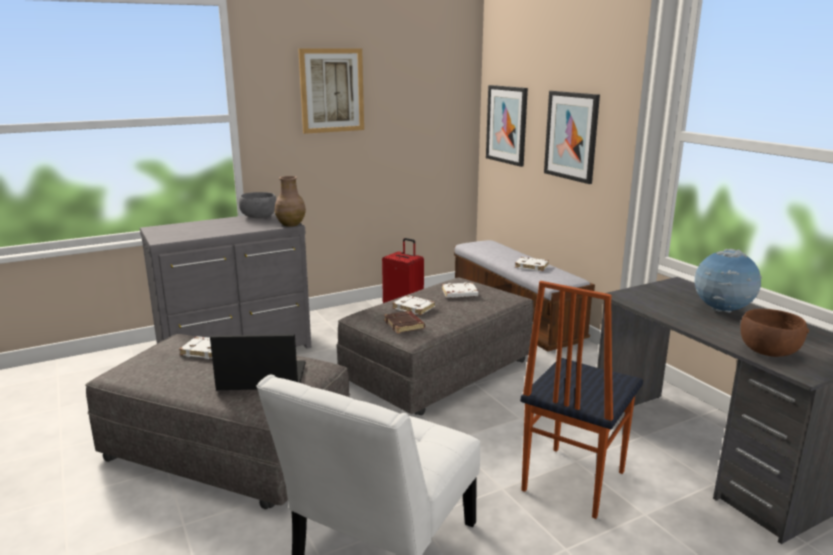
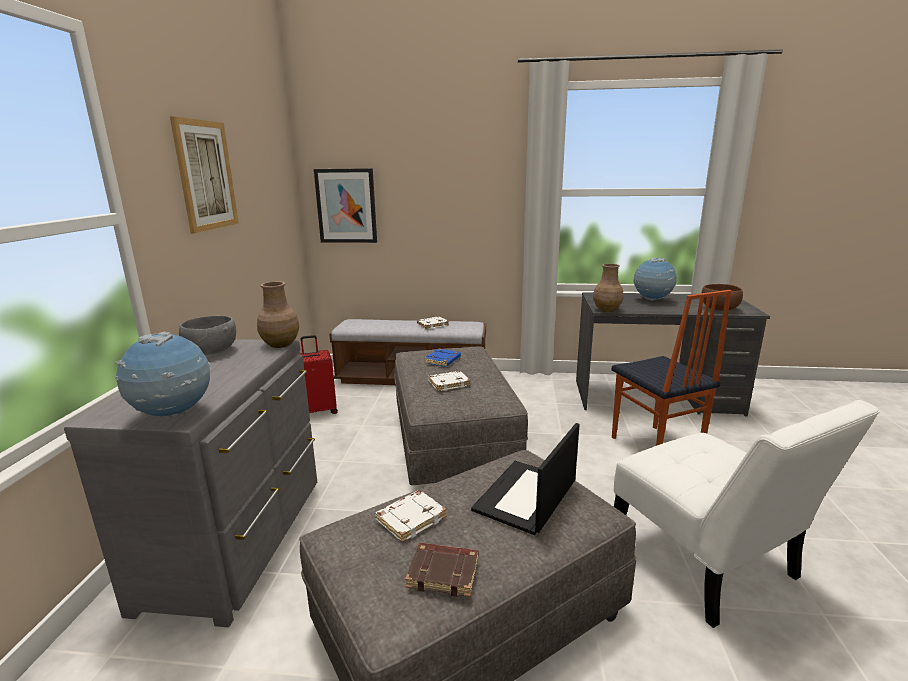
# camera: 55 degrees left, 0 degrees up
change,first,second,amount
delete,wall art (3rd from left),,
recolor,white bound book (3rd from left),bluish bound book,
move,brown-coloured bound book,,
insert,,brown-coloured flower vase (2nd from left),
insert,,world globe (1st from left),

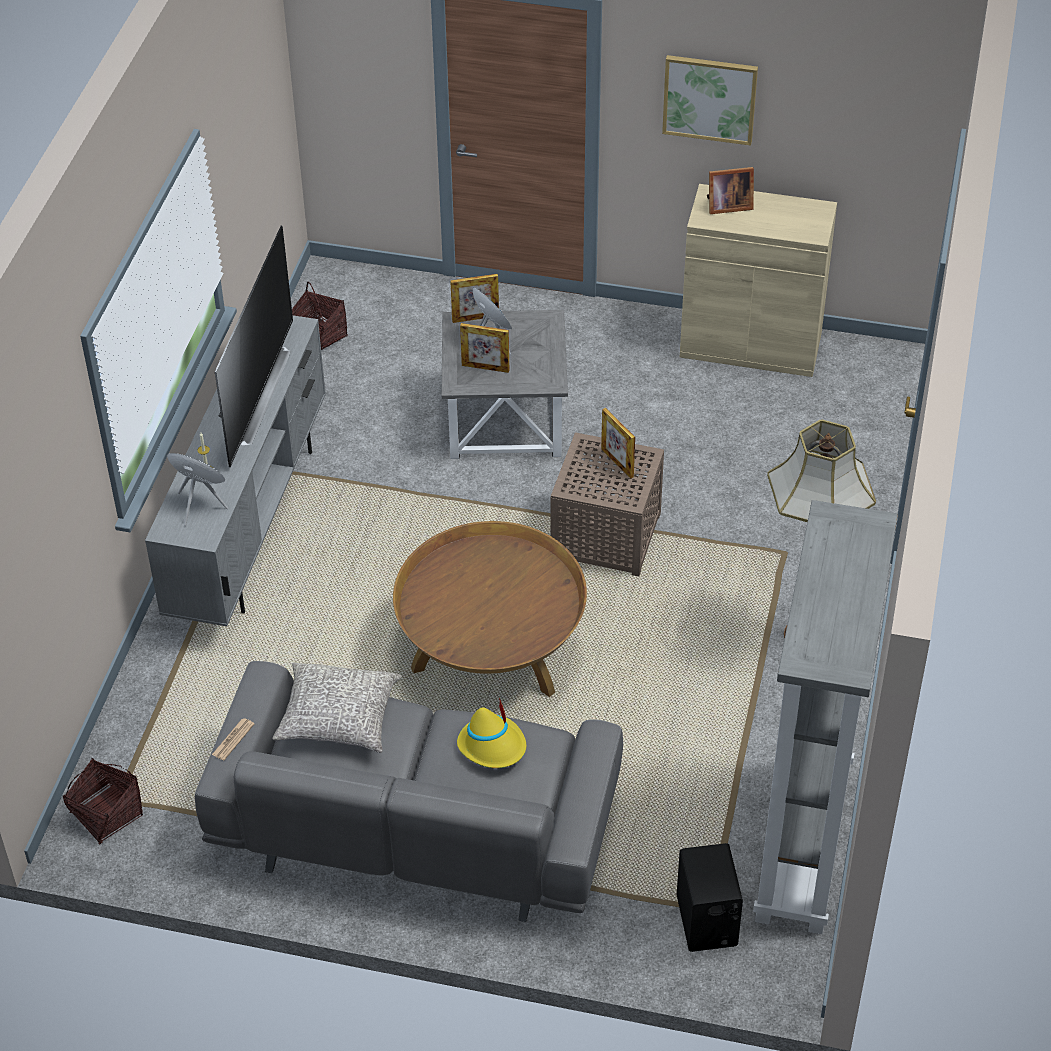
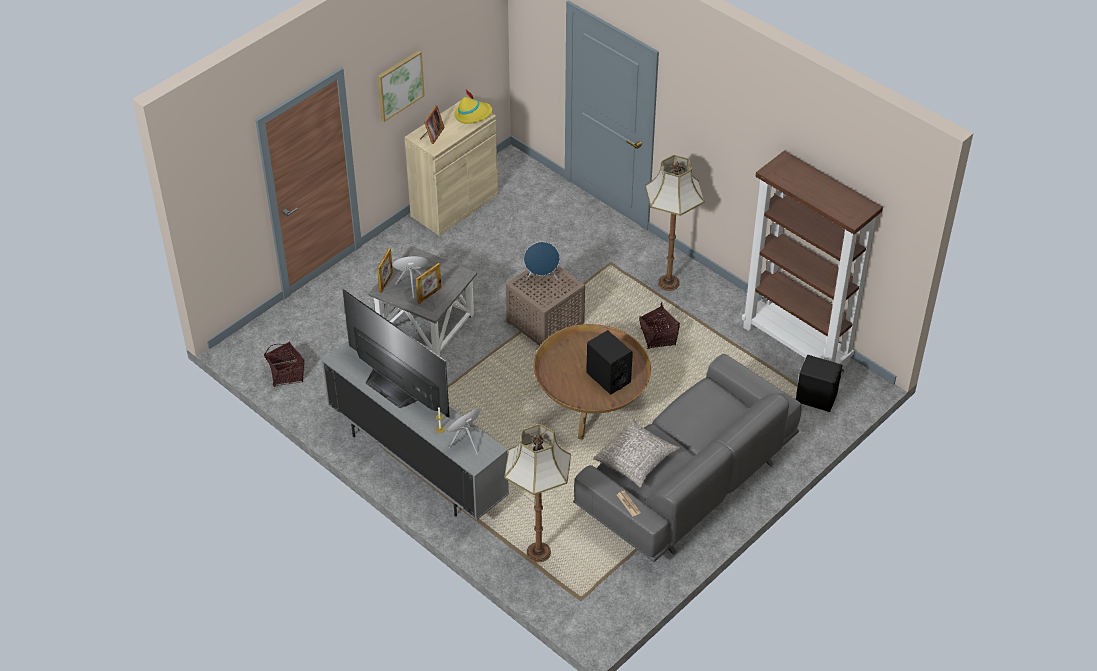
# camera: 60 degrees left, 0 degrees up
change,first,second,amount
replace,picture frame (3rd from left),bluish audio speaker (2nd from left),
recolor,grey bookcase,brown-coloured bookcase,
move,yellowish wearable hat,,
move,household basket (1st from left in the first image),household basket (2nd from left),
insert,,blackish audio speaker (2nd from left),
insert,,floor lamp (1st from left),

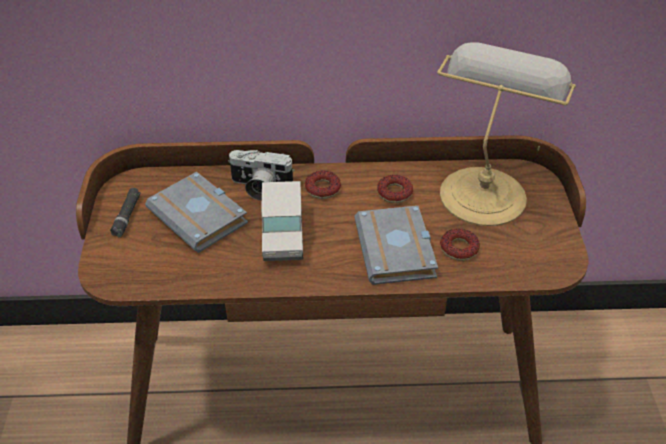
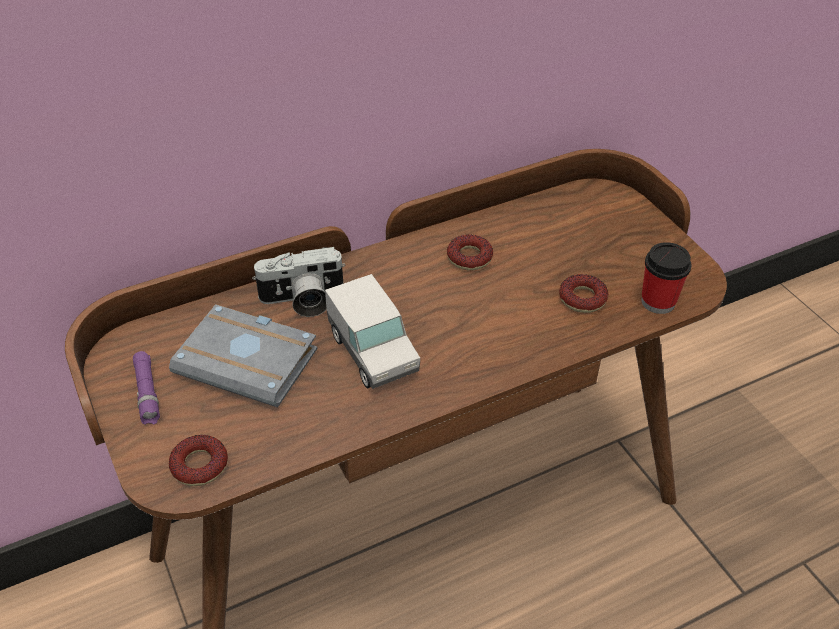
# camera: 25 degrees left, 0 degrees up
change,first,second,amount
delete,table lamp,,
move,donut (1st from left),,
recolor,blackish hand torch,purple hand torch,
delete,grey bound book (2nd from left),,
insert,,small cup,

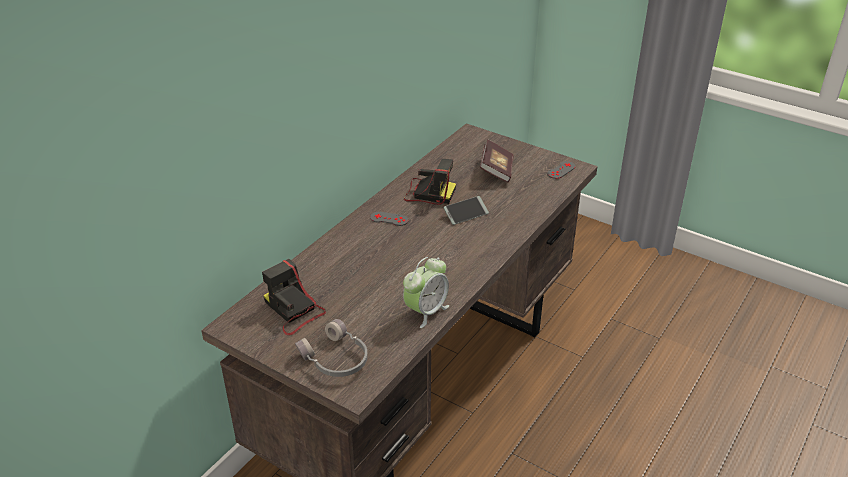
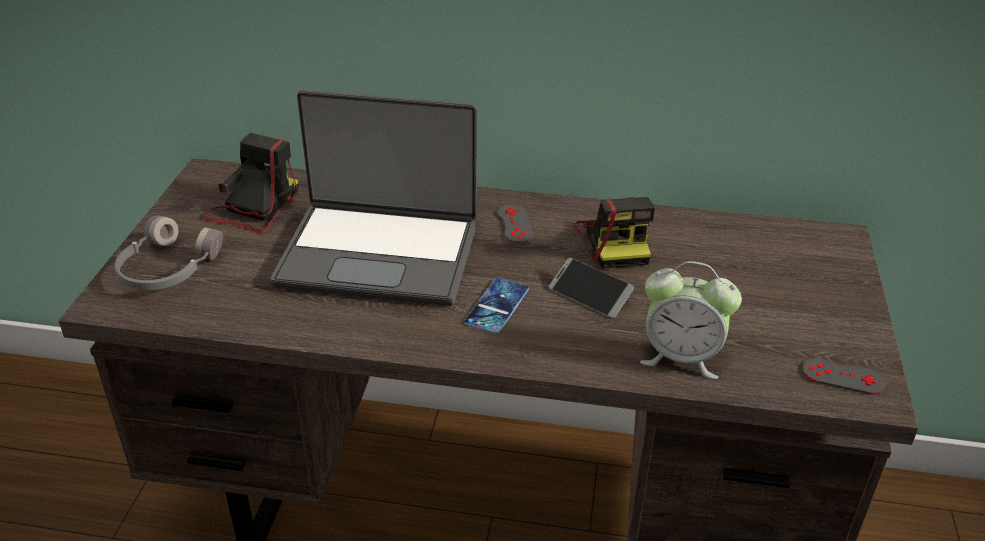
# camera: 65 degrees right, 0 degrees up
change,first,second,amount
delete,bound book,,
move,bedside clock,,
insert,,portable computer,
insert,,phone (1st from left),

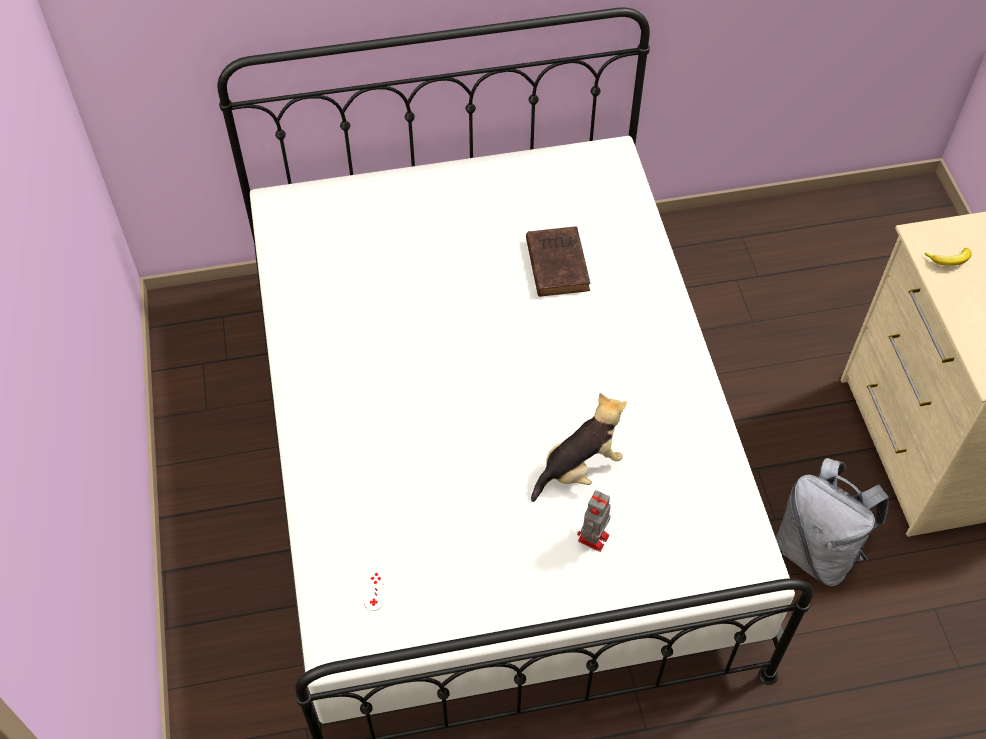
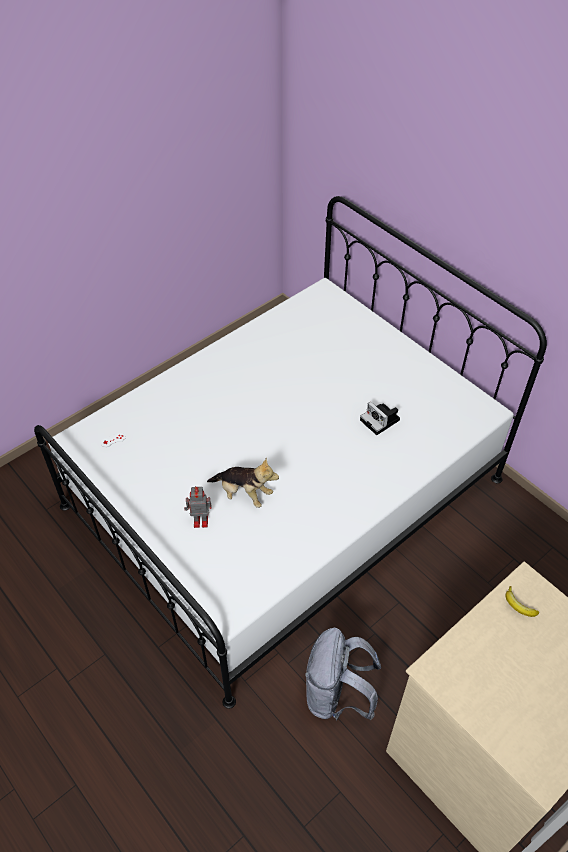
# camera: 60 degrees right, 5 degrees down
change,first,second,amount
replace,brown-coloured bound book,photo camera,

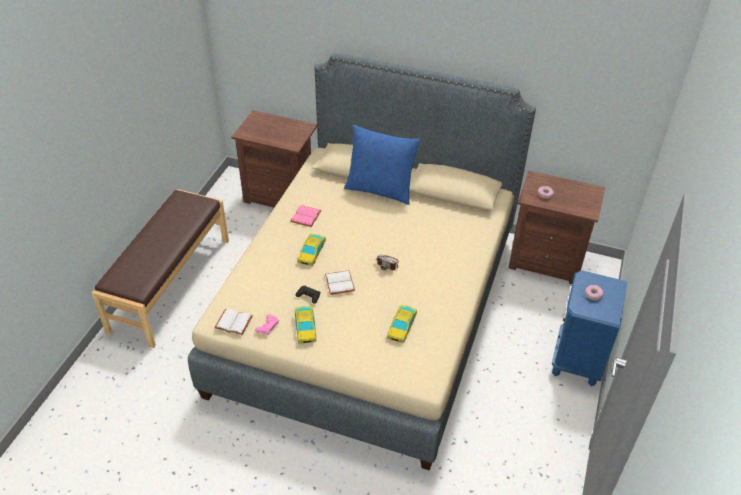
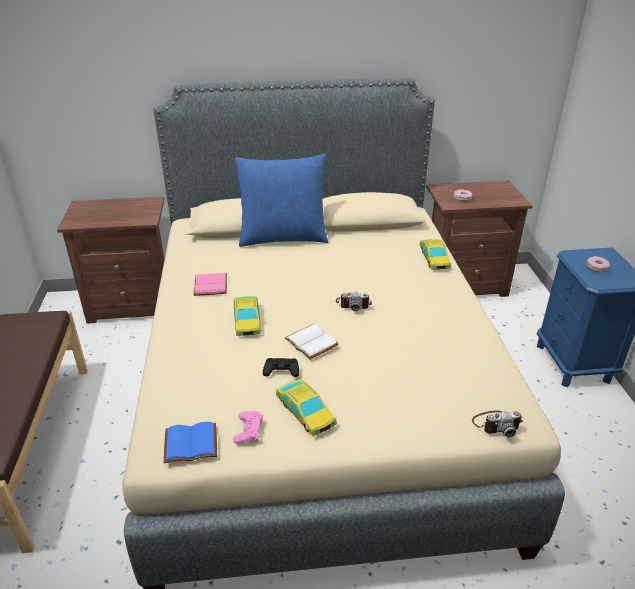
# camera: 25 degrees left, 10 degrees down
change,first,second,amount
move,miniature car (3rd from left),,
recolor,white bound book (1st from left),bluish bound book,
insert,,photo camera (2nd from left),

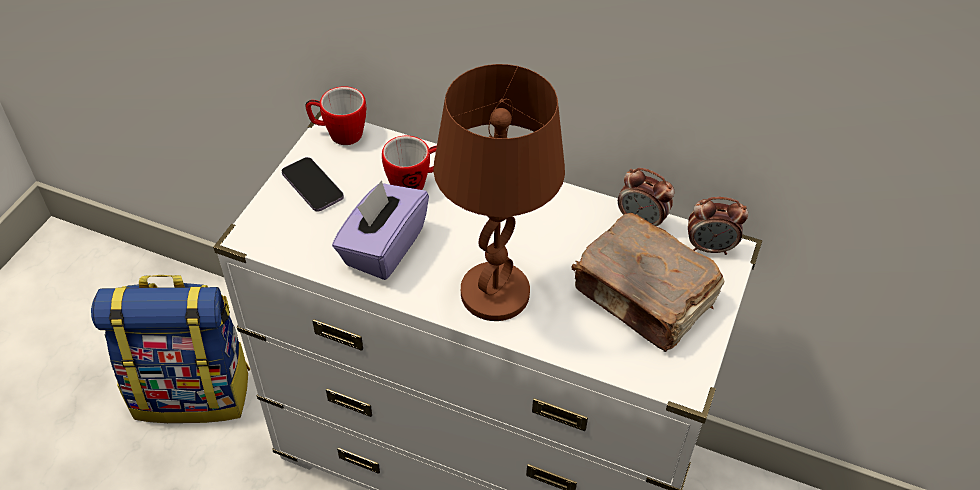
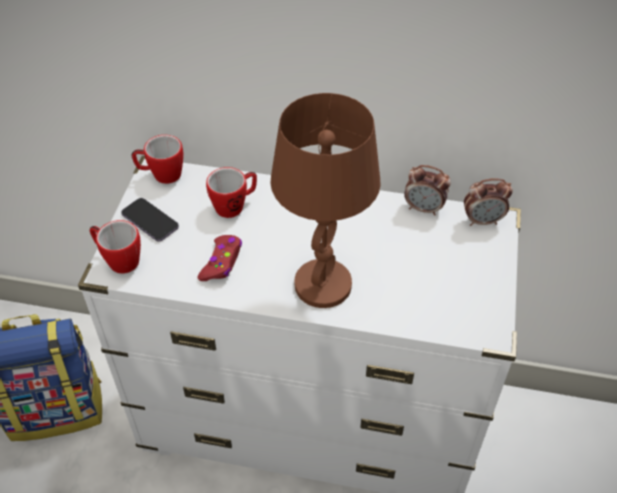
# camera: 10 degrees left, 0 degrees up
change,first,second,amount
replace,purple tissue holder,reddish joypad,
delete,brown-coloured bound book,,
insert,,mug (1st from left),

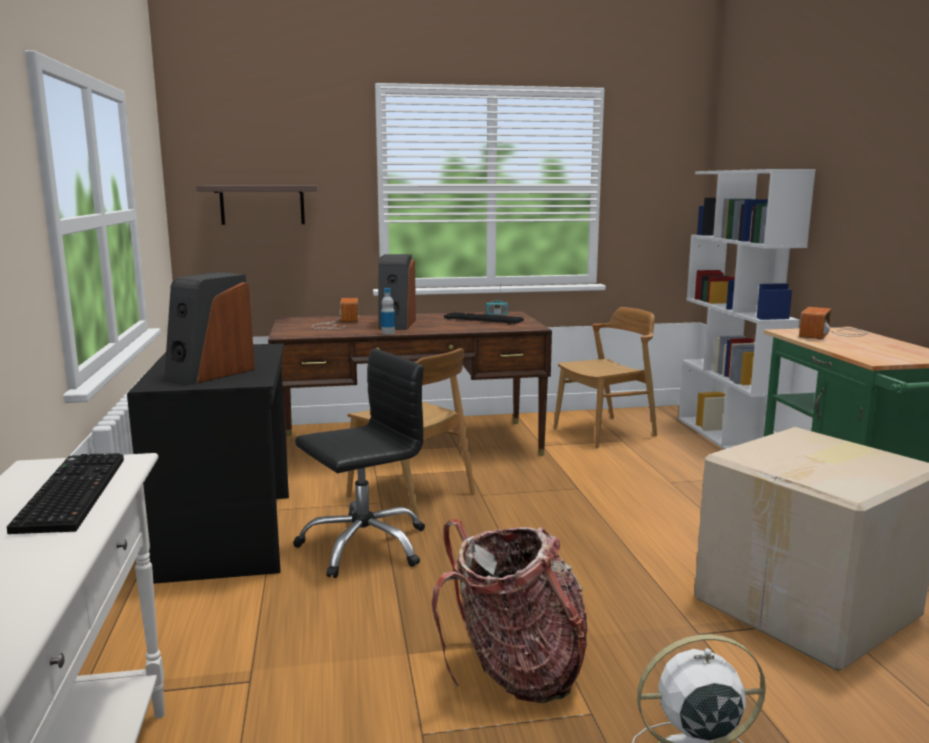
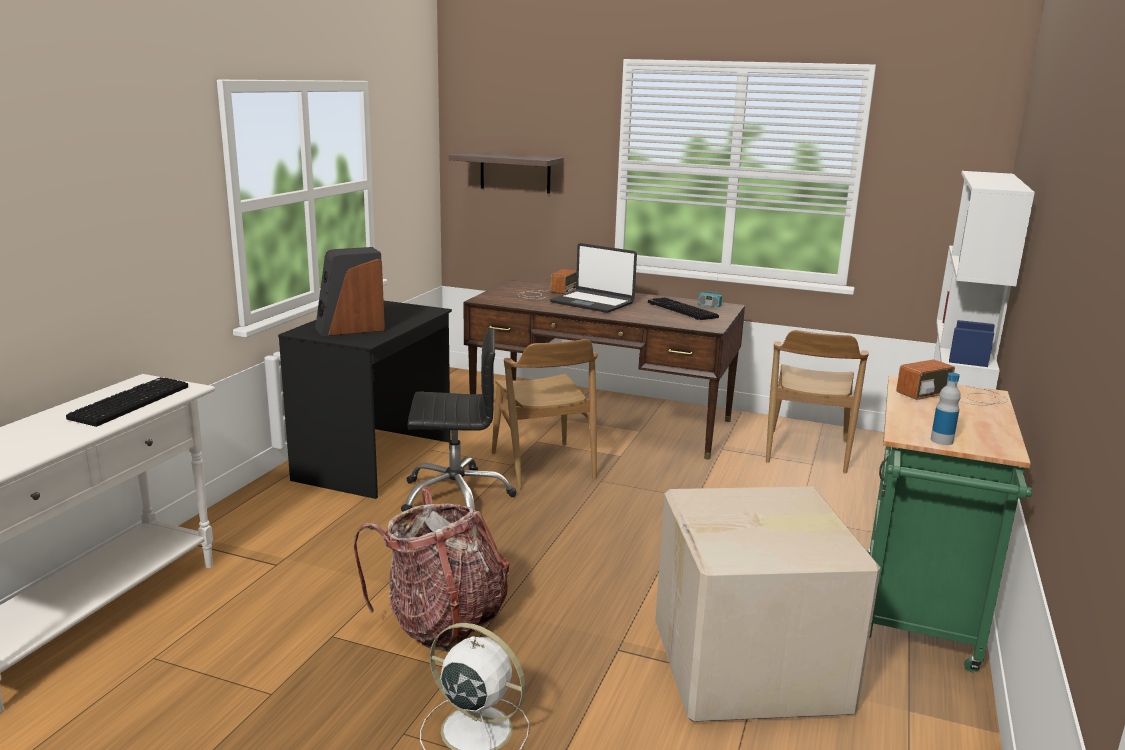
# camera: 30 degrees right, 5 degrees up
change,first,second,amount
replace,audio speaker (2nd from left),portable computer,
move,drink bottle,,
rotate,brown-coloured plain chair (2nd from left),,105 degrees clockwise

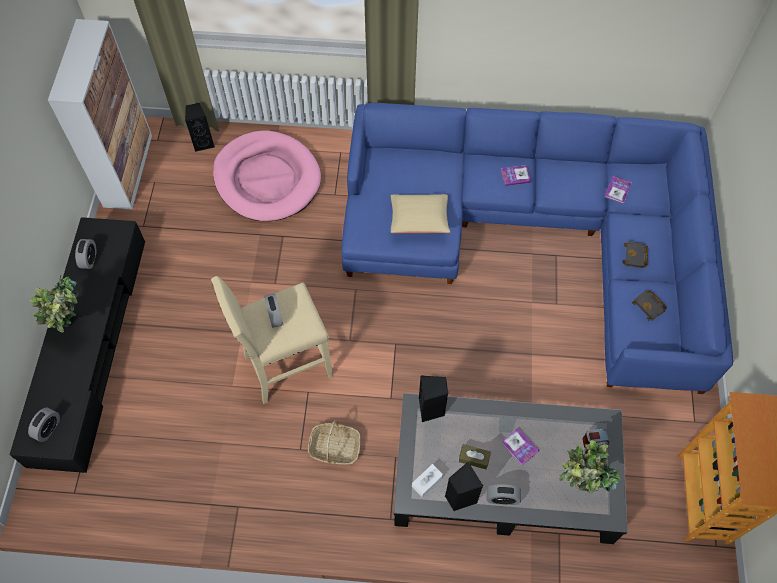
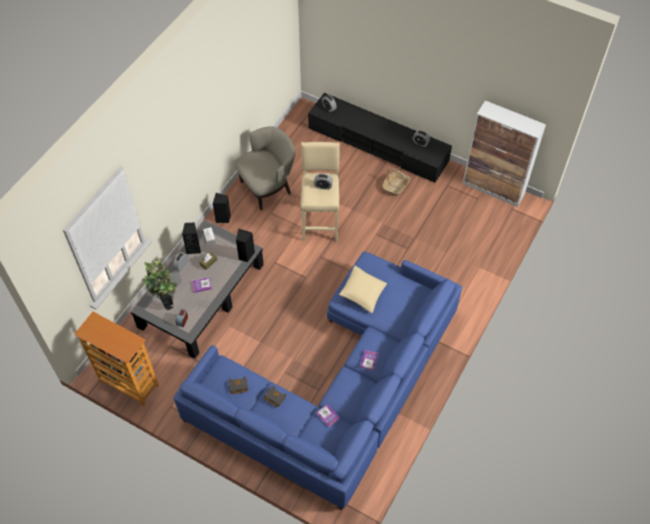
# camera: 115 degrees right, 5 degrees down
change,first,second,amount
move,blackish audio speaker (1st from left in the first image),blackish audio speaker (2nd from left),
delete,pink dog cushion,,
delete,plant in a pot (1st from left),,
move,household basket,,
insert,,beige-coloured easy chair,

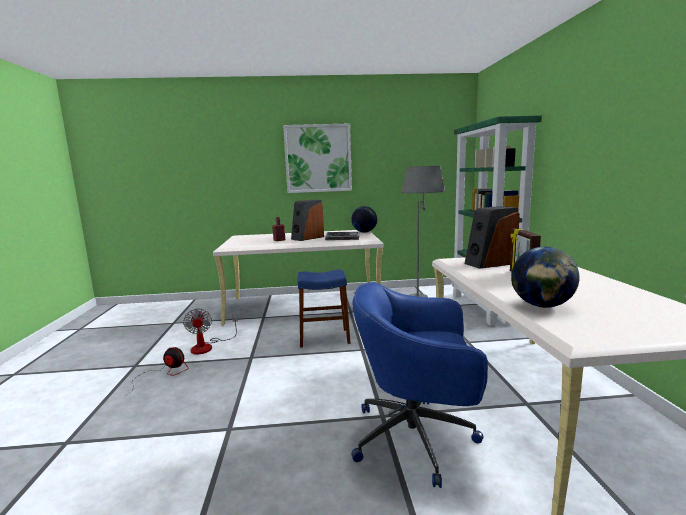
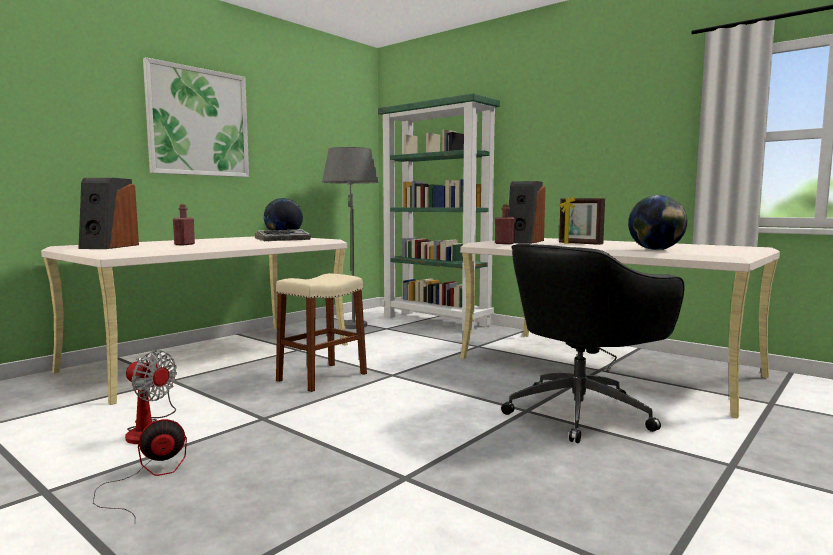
# camera: 45 degrees left, 5 degrees down
change,first,second,amount
move,audio speaker (1st from left),,
recolor,bluish sitting stool,beige-coloured sitting stool,
recolor,bluish office chair,blackish office chair,
insert,,reddish drink bottle (2nd from left),

